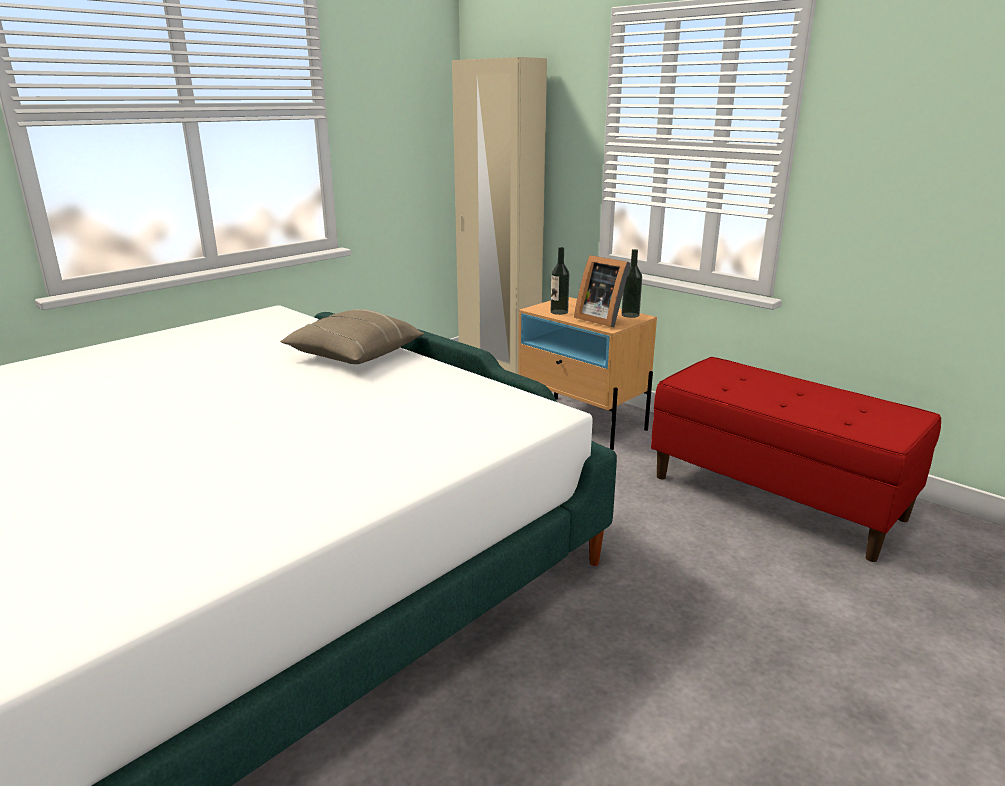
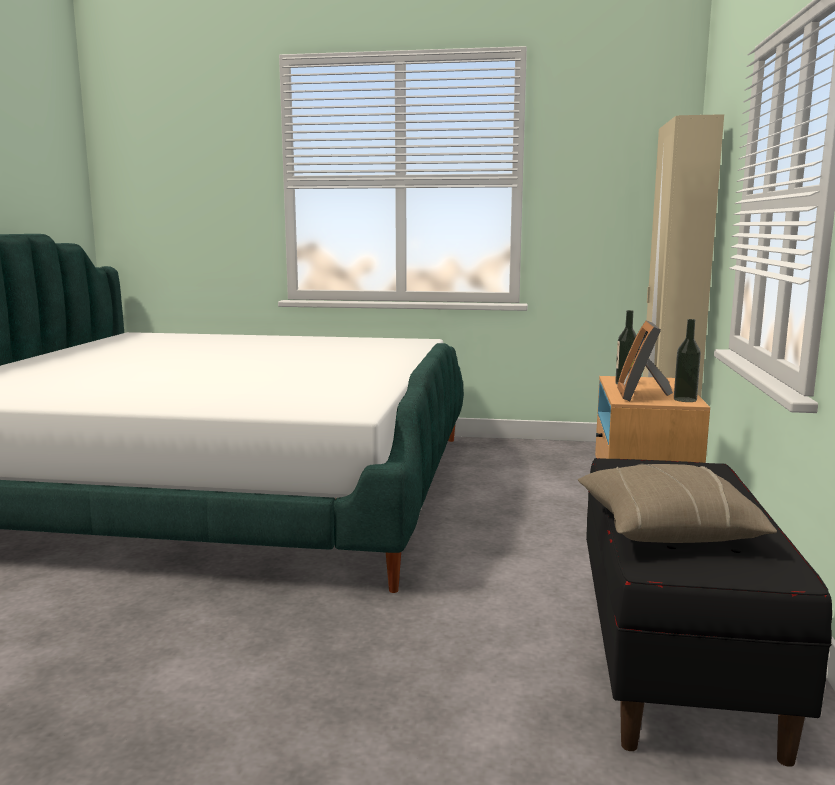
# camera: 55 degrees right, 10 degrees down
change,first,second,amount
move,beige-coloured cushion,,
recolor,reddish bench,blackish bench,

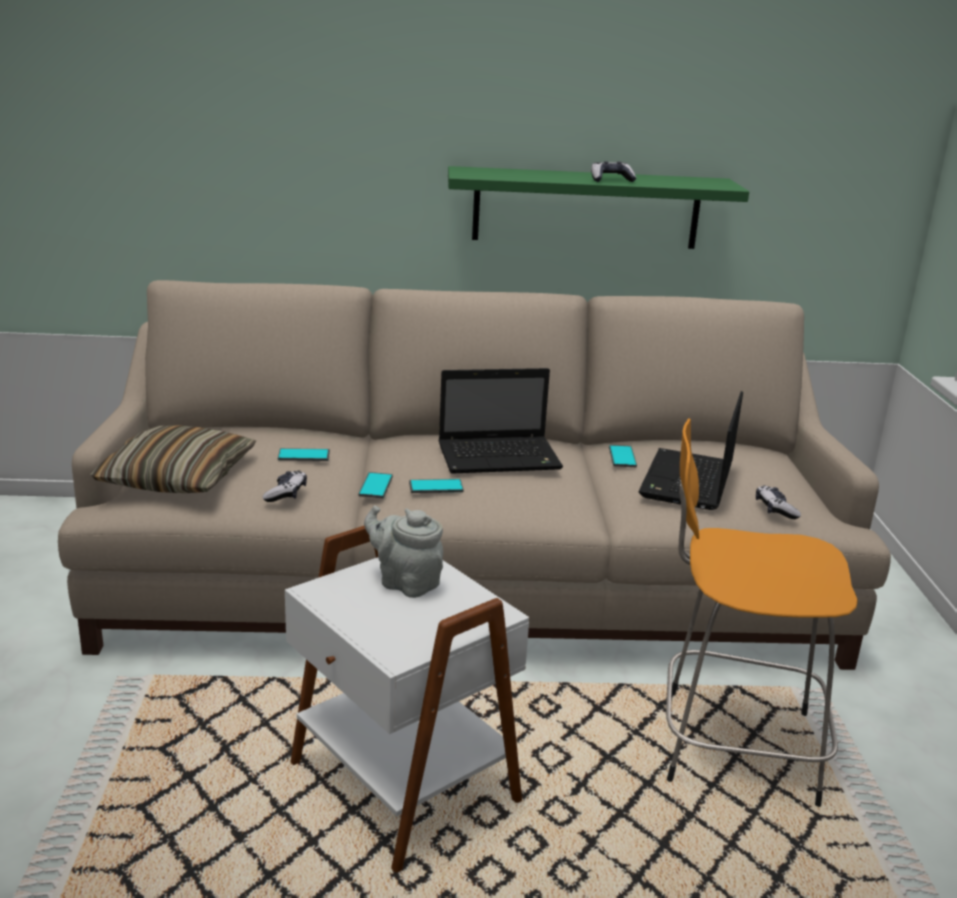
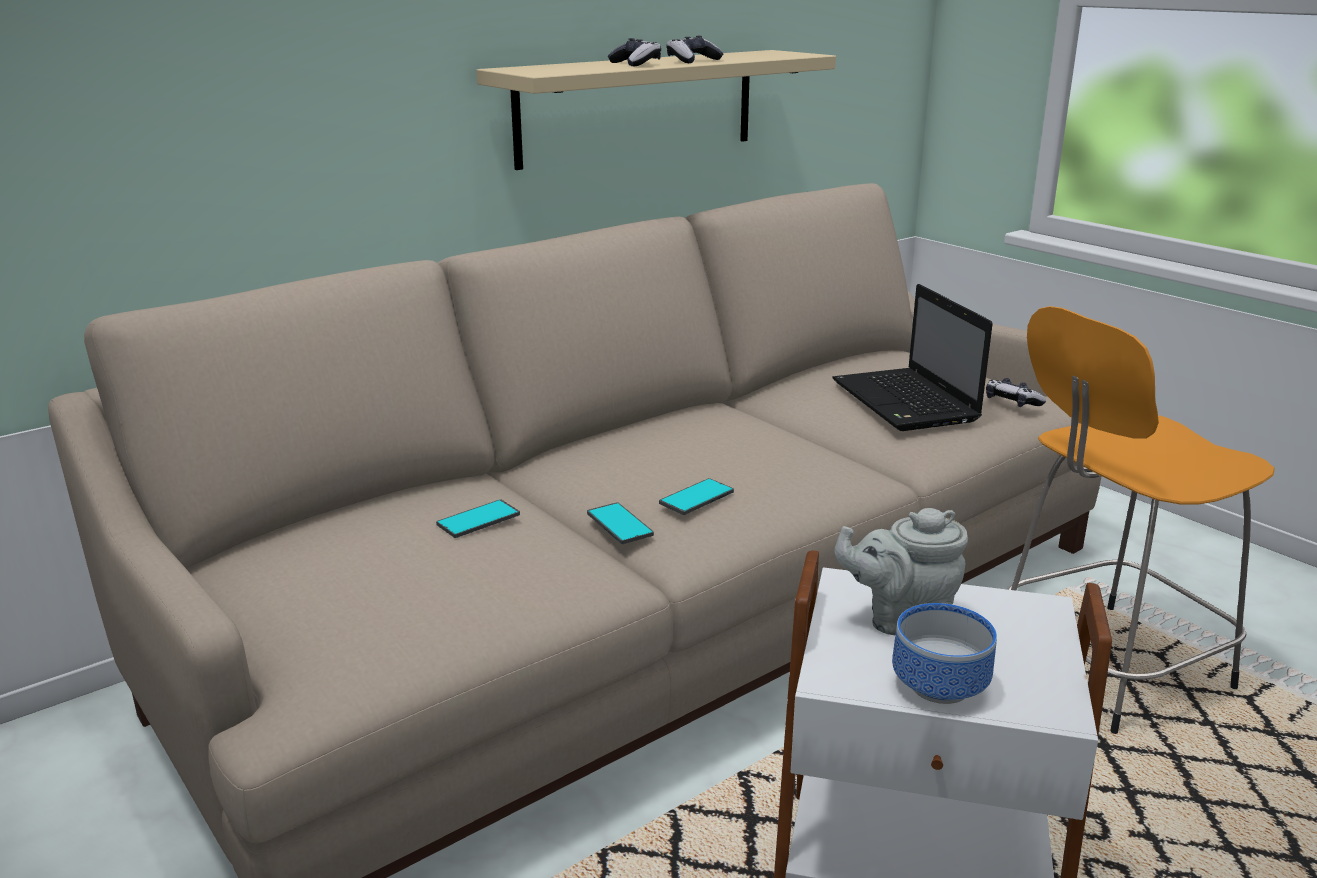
# camera: 35 degrees left, 0 degrees up
change,first,second,amount
recolor,green wall shelf,beige-coloured wall shelf,
delete,portable computer (1st from left),,
delete,cushion,,
delete,phone (4th from left),,
move,joypad (1st from left),,
insert,,deep dish,

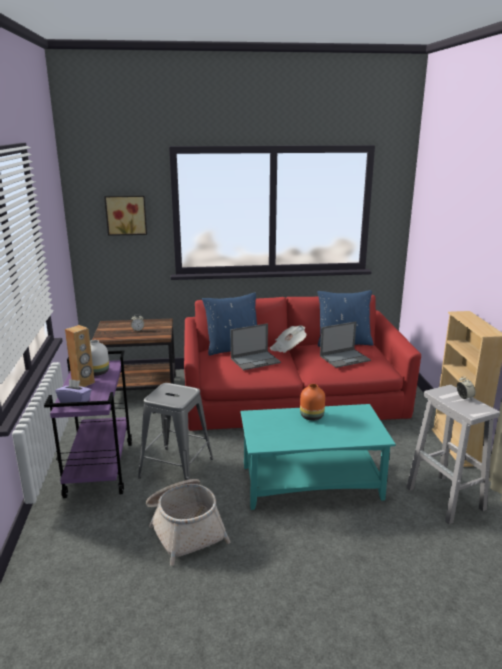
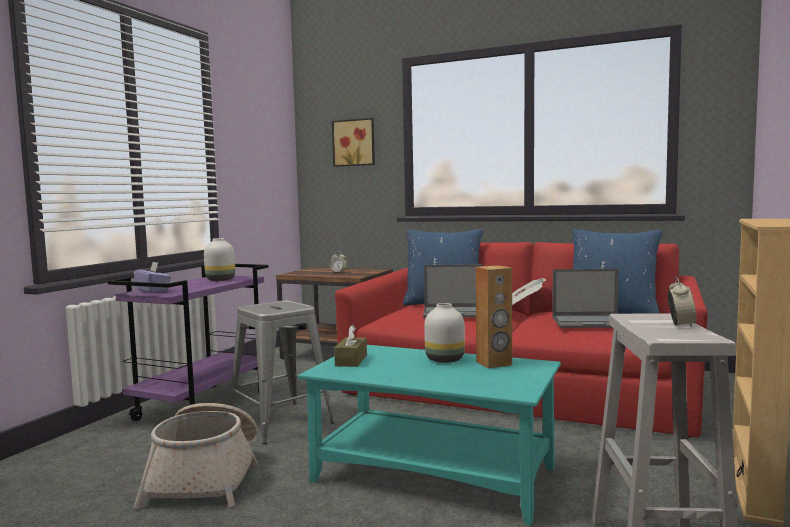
# camera: 30 degrees right, 15 degrees down
change,first,second,amount
move,brown-coloured audio speaker,,
recolor,orange flower vase,white flower vase (2nd from left),
insert,,brown-coloured tissue holder,

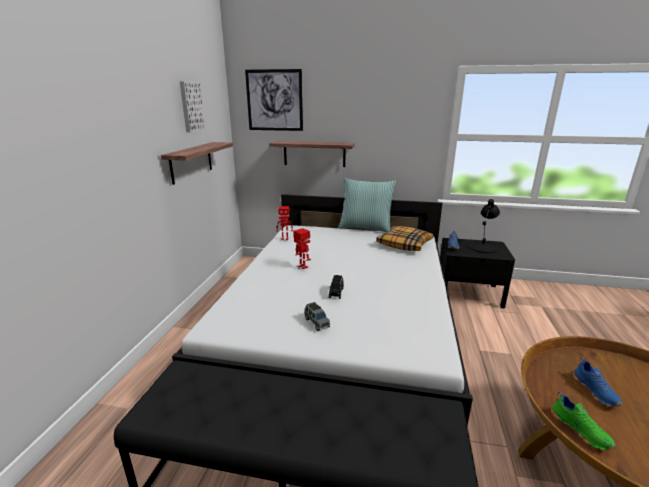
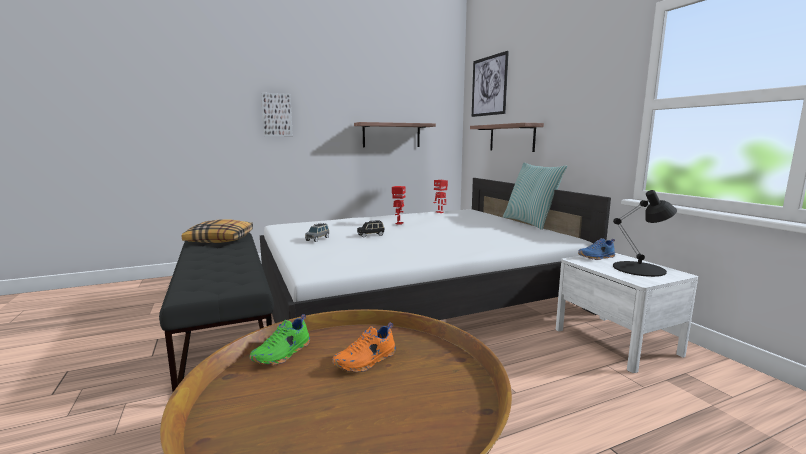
# camera: 55 degrees right, 10 degrees down
change,first,second,amount
move,wall art (1st from left),,
move,cushion (2nd from left in the first image),cushion (1st from left),
recolor,blackish night table,white night table,
recolor,bluish item of footwear (2nd from left),orange item of footwear,

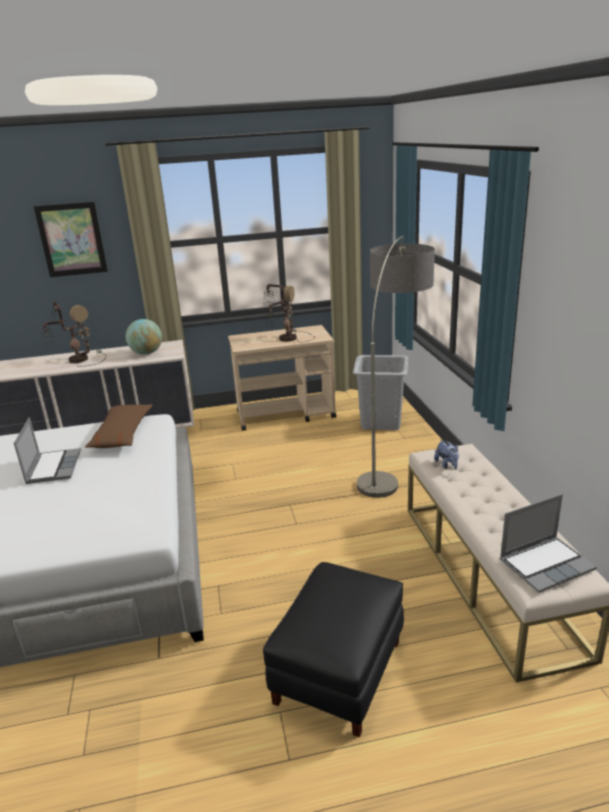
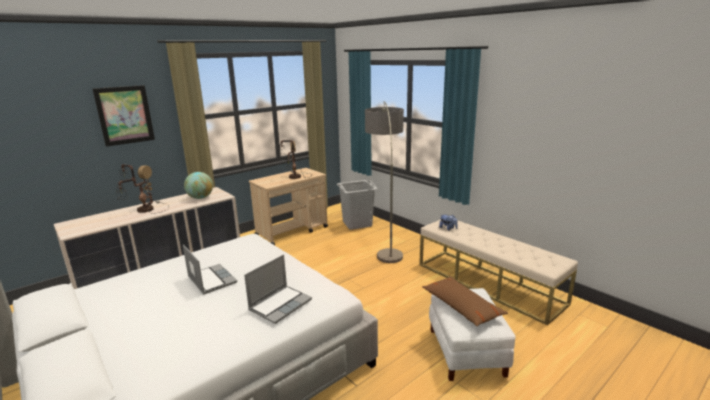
# camera: 30 degrees left, 5 degrees down
change,first,second,amount
move,brown-coloured cushion,,
move,portable computer (2nd from left),,
recolor,blackish footrest,white footrest,

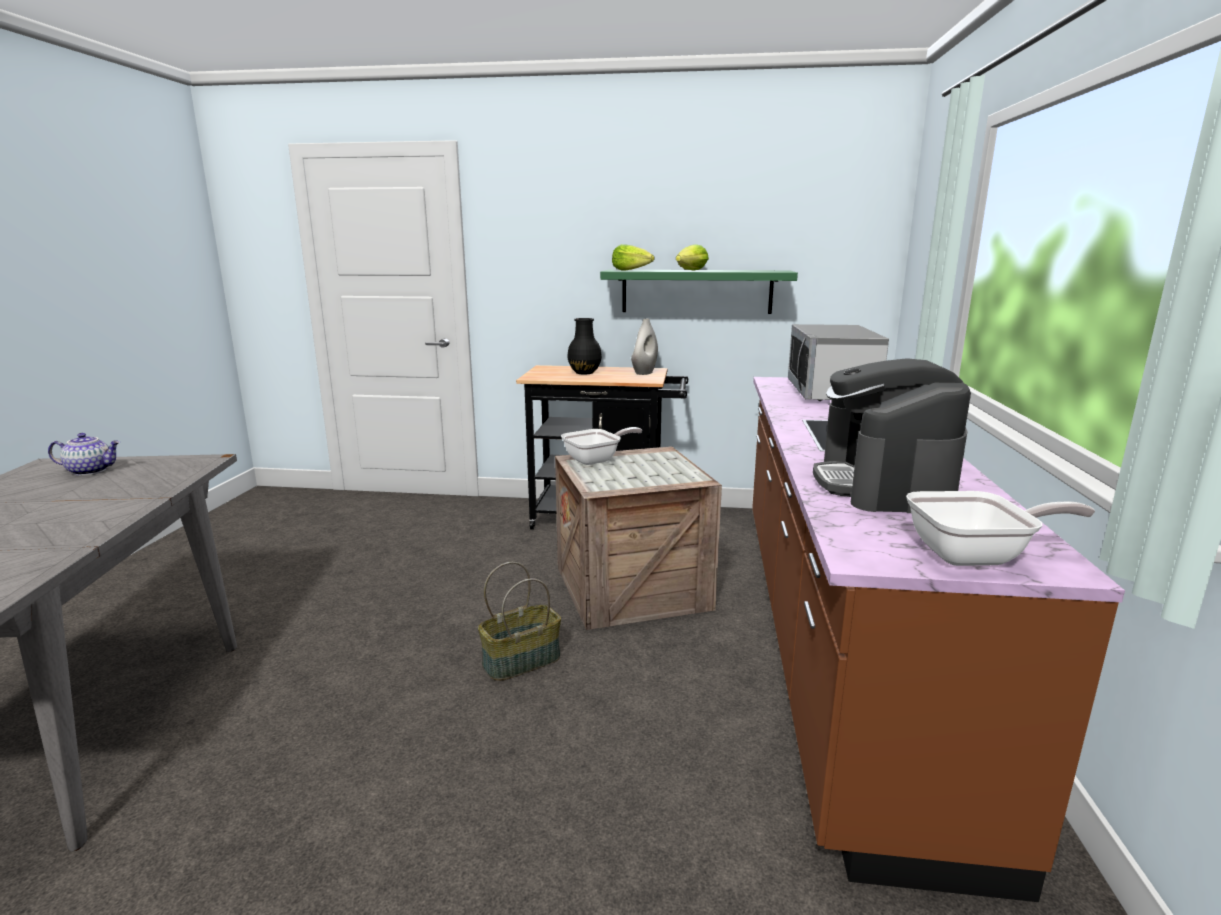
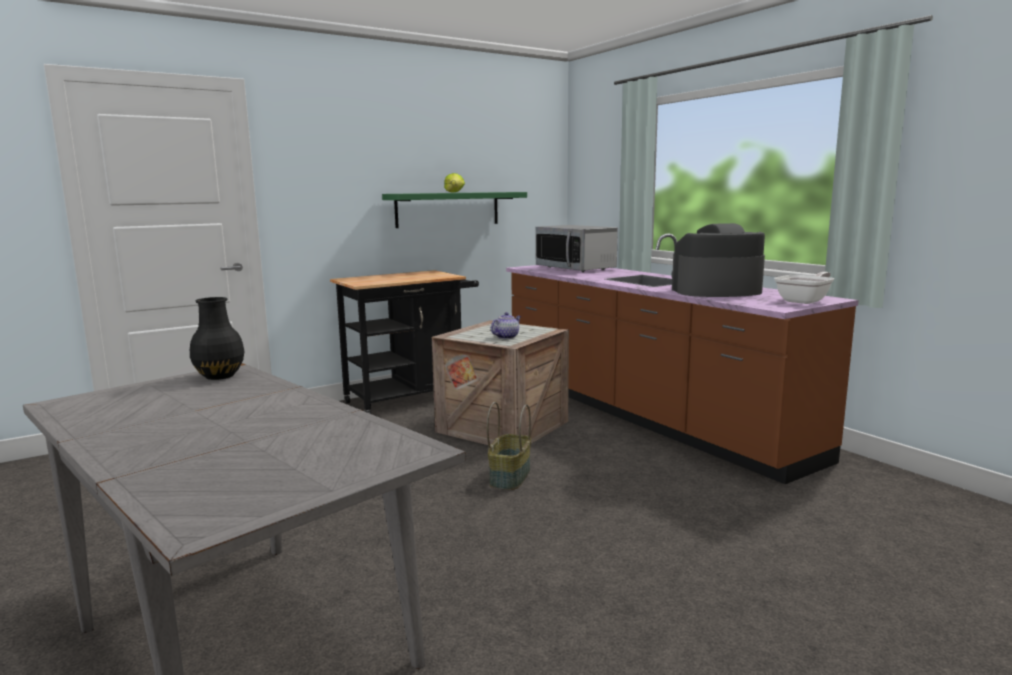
# camera: 40 degrees left, 5 degrees down
change,first,second,amount
delete,lettuce head (1st from left),,
move,blackish flower vase,,
delete,white flower vase,,
rotate,coffee brewer,,120 degrees clockwise
delete,pan (1st from left),,
move,teapot,,

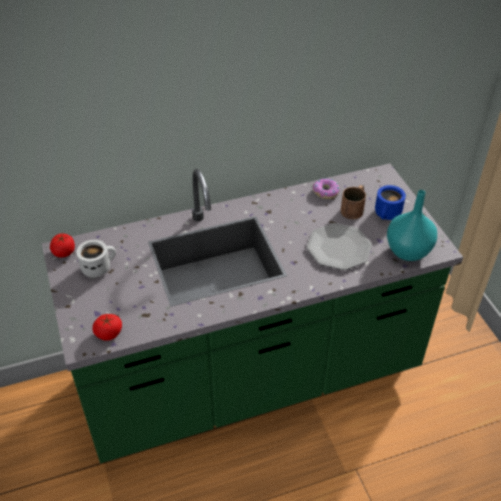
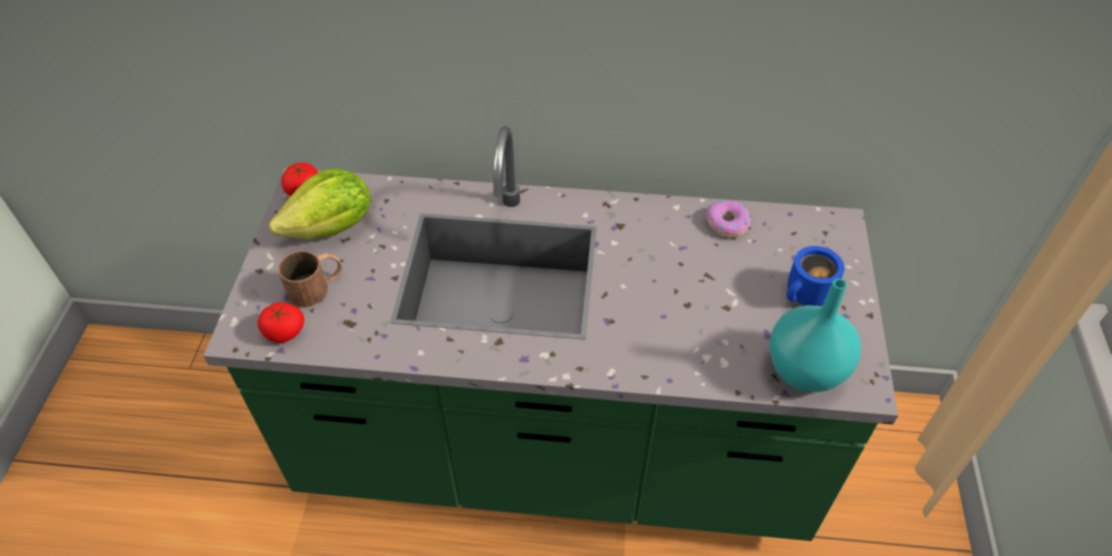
# camera: 25 degrees right, 5 degrees up
change,first,second,amount
move,brown-coloured mug,,
delete,dinner plate,,
replace,white mug,lettuce head,

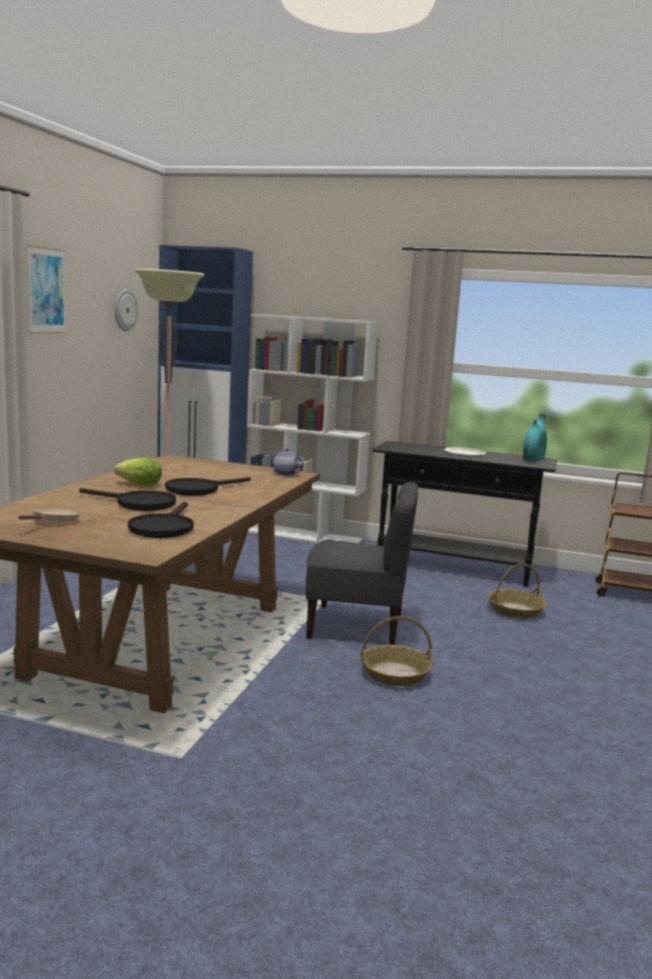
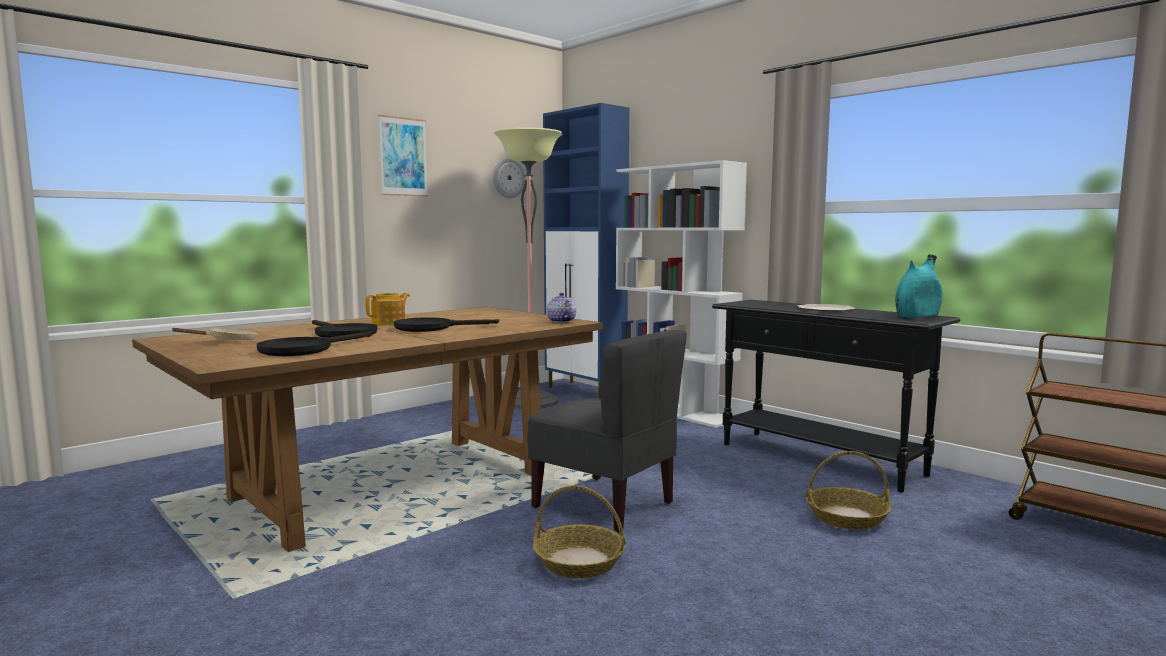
# camera: 30 degrees right, 5 degrees down
change,first,second,amount
replace,lettuce head,teapot (1st from left),

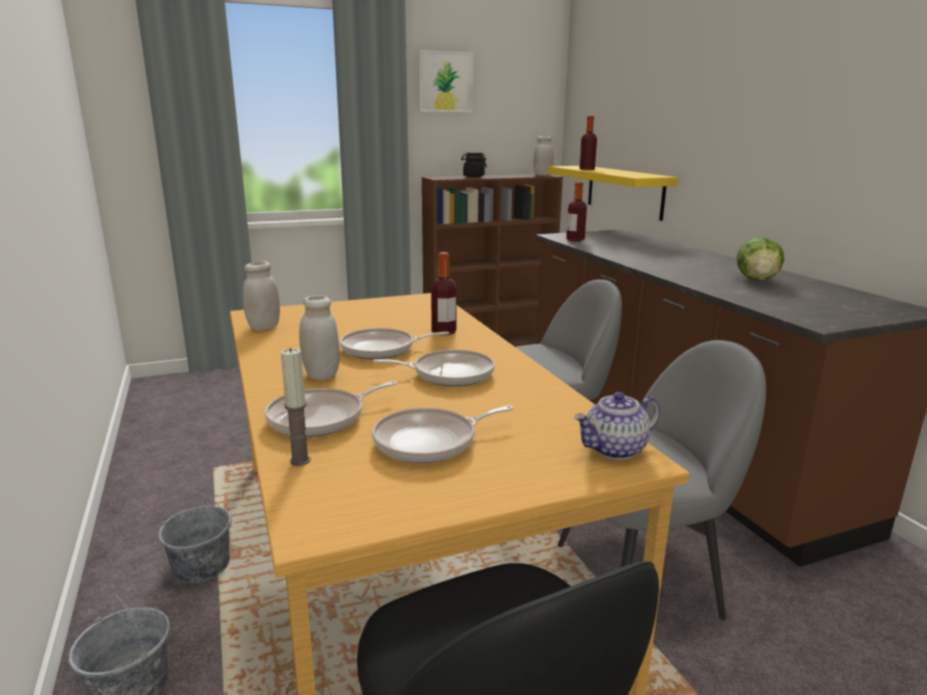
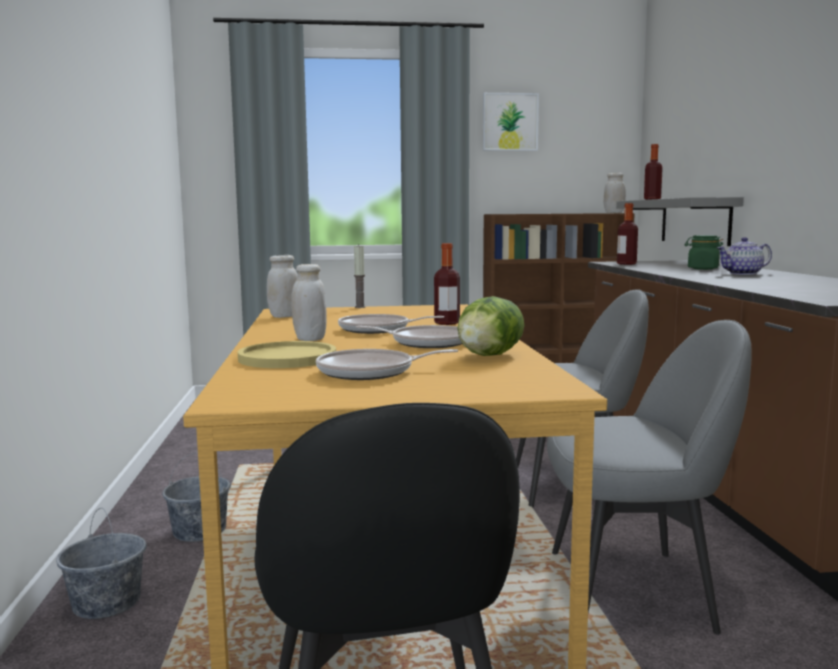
# camera: 15 degrees right, 10 degrees down
change,first,second,amount
delete,blackish storage jar,,
recolor,yellowish wall shelf,grey wall shelf,
move,lettuce head,,
move,wax light,,
replace,pan (1st from left),yellowish dinner plate,
move,teapot,,
insert,,green storage jar,

